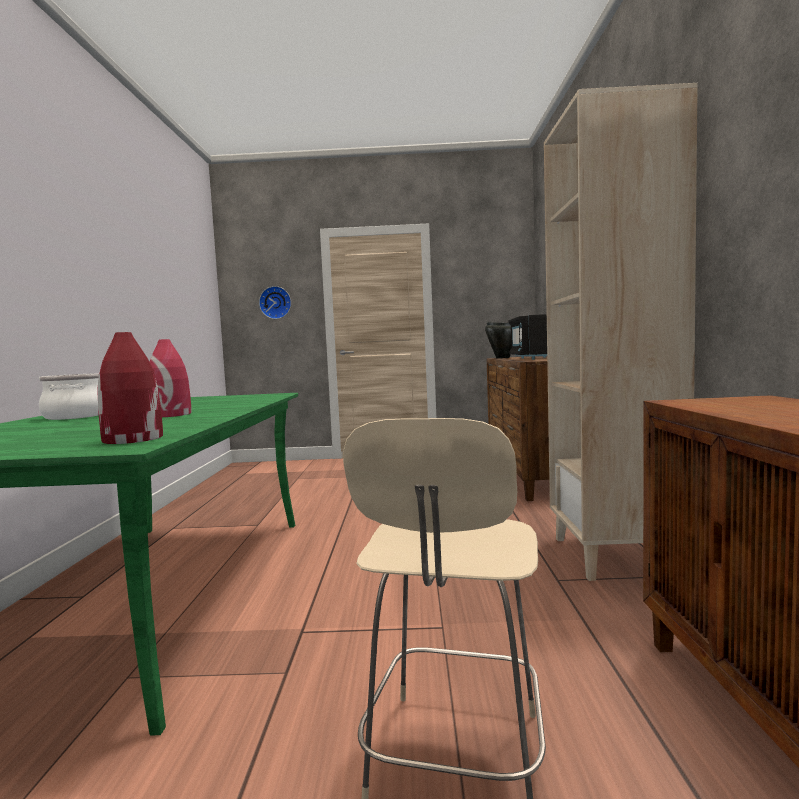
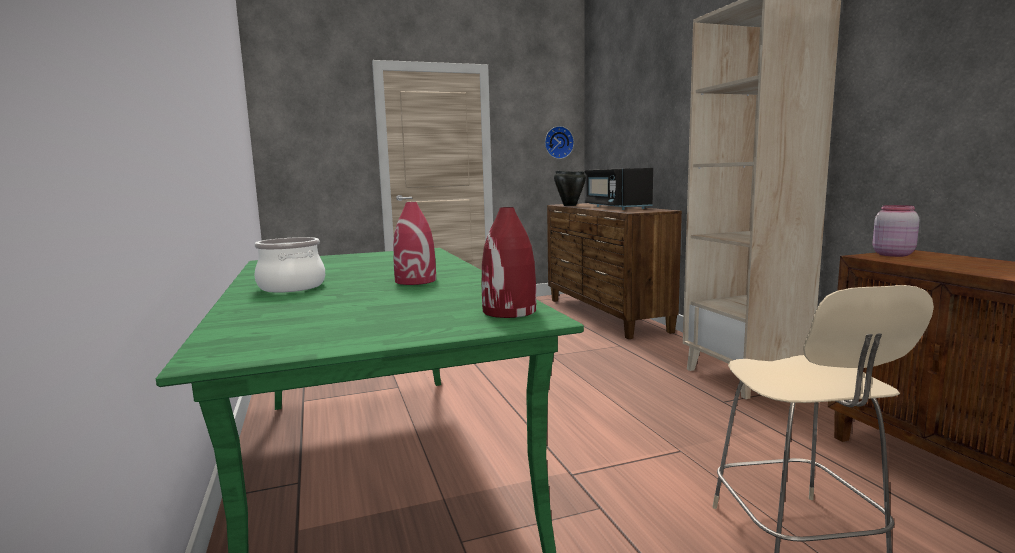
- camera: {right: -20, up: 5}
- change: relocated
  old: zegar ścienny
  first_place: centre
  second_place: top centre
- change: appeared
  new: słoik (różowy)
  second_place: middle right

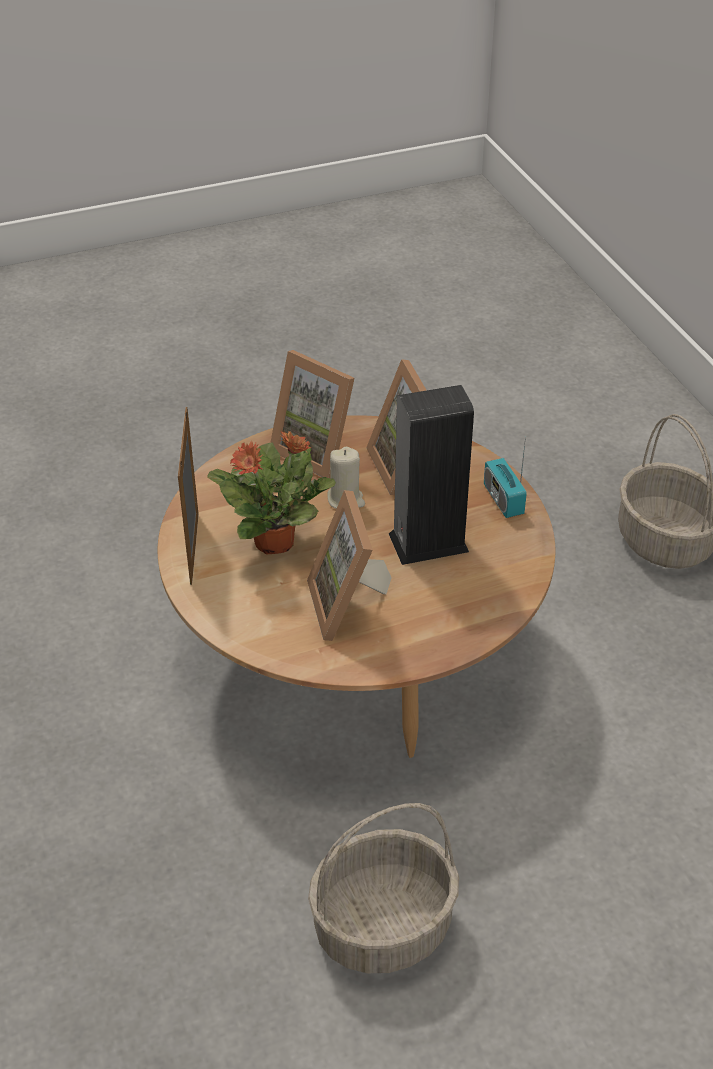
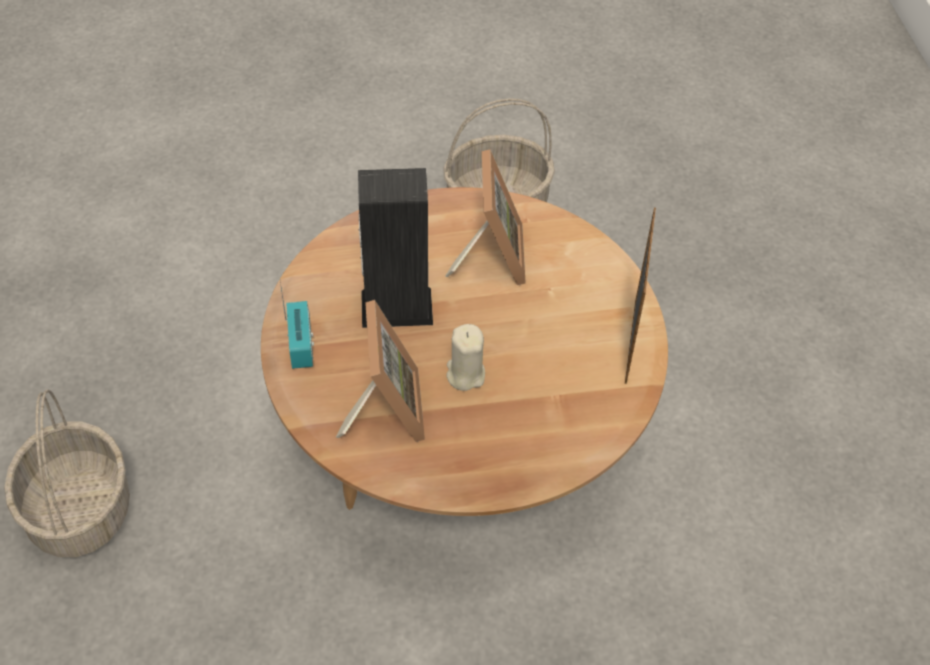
- camera: {right: -170, up: 10}
- change: missing
  old: roślina doniczkowa
  first_place: centre
- change: missing
  old: ramka na zdjęcie (no. 2 from left)
  first_place: centre

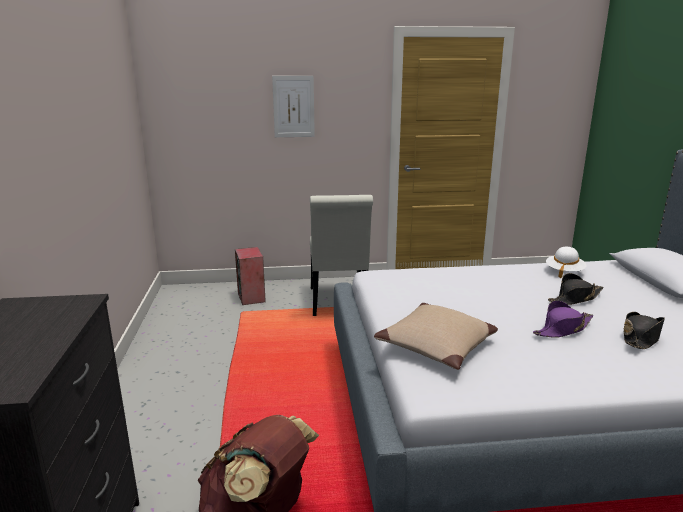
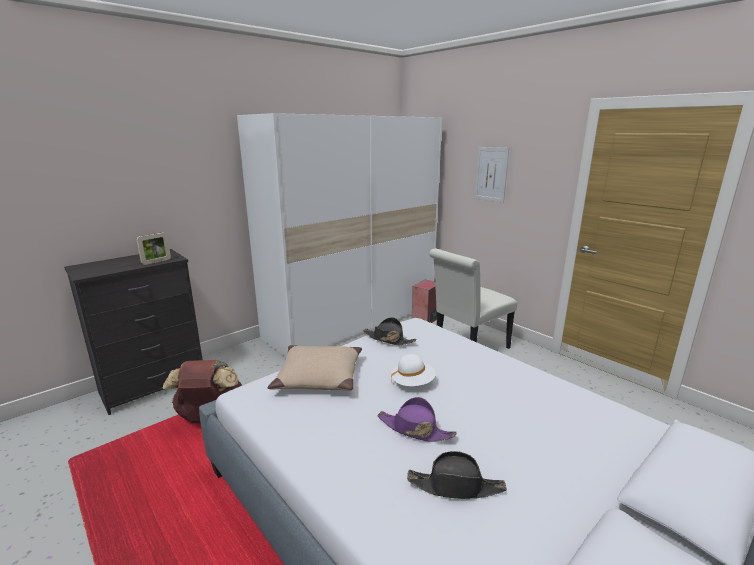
- camera: {right: 55, up: 0}
- change: appeared
  new: ramka na zdjęcie
  second_place: middle left
- change: appeared
  new: szafa (biały)
  second_place: centre
- change: relocated
  old: kapelusz (czarny) (no. 1 from left)
  first_place: middle right
  second_place: centre
- change: relocated
  old: kapelusz (biały)
  first_place: middle right
  second_place: centre

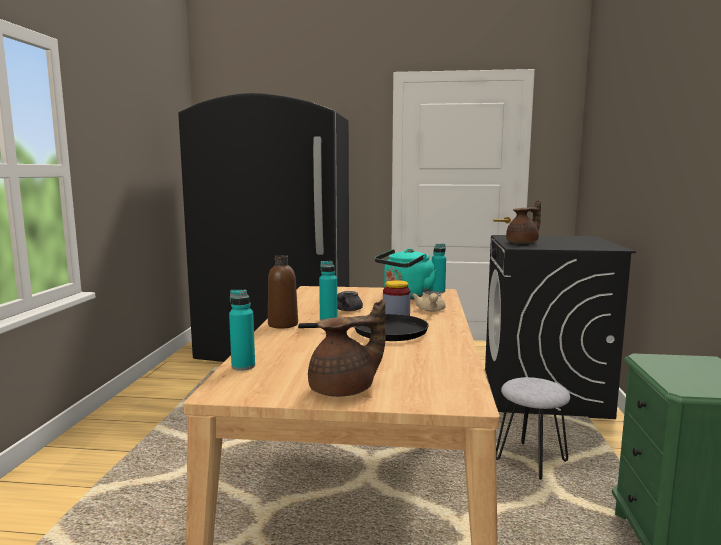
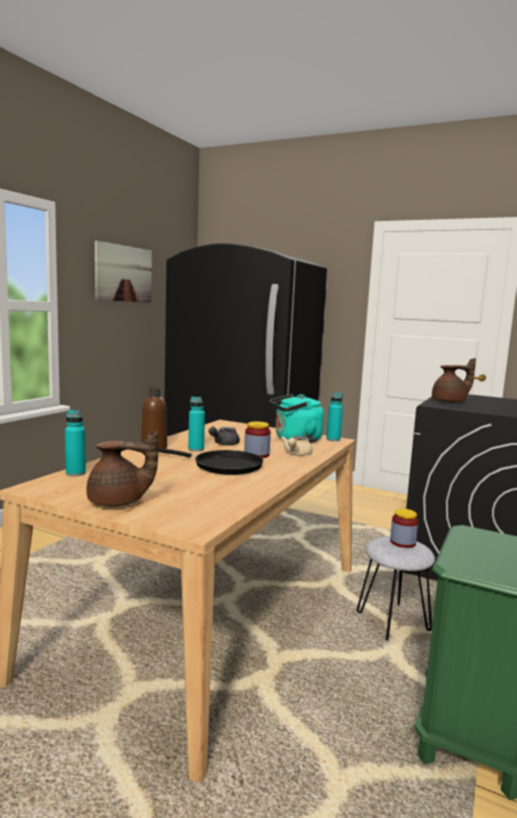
- camera: {right: 20, up: 0}
- change: appeared
  new: obraz
  second_place: top left
- change: appeared
  new: słoik (no. 2 from left)
  second_place: middle right

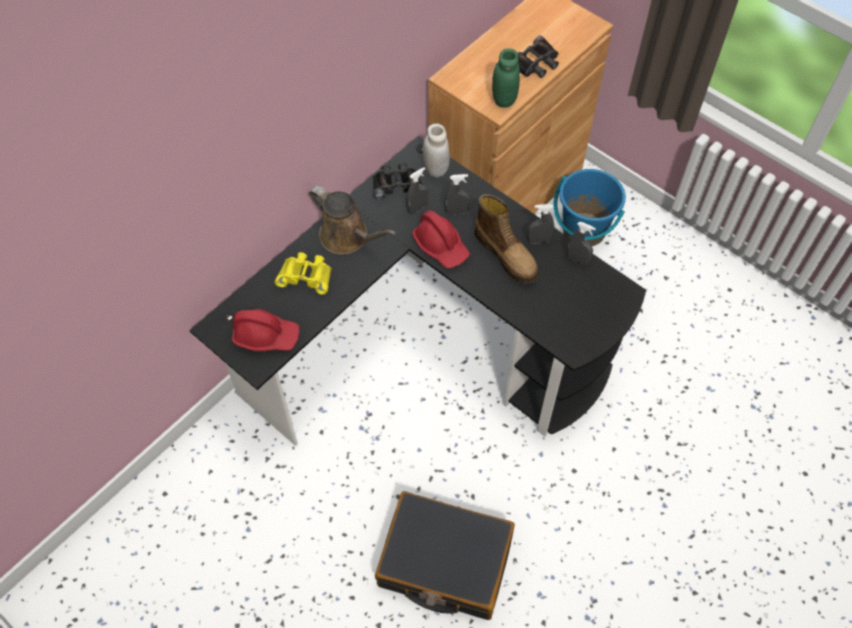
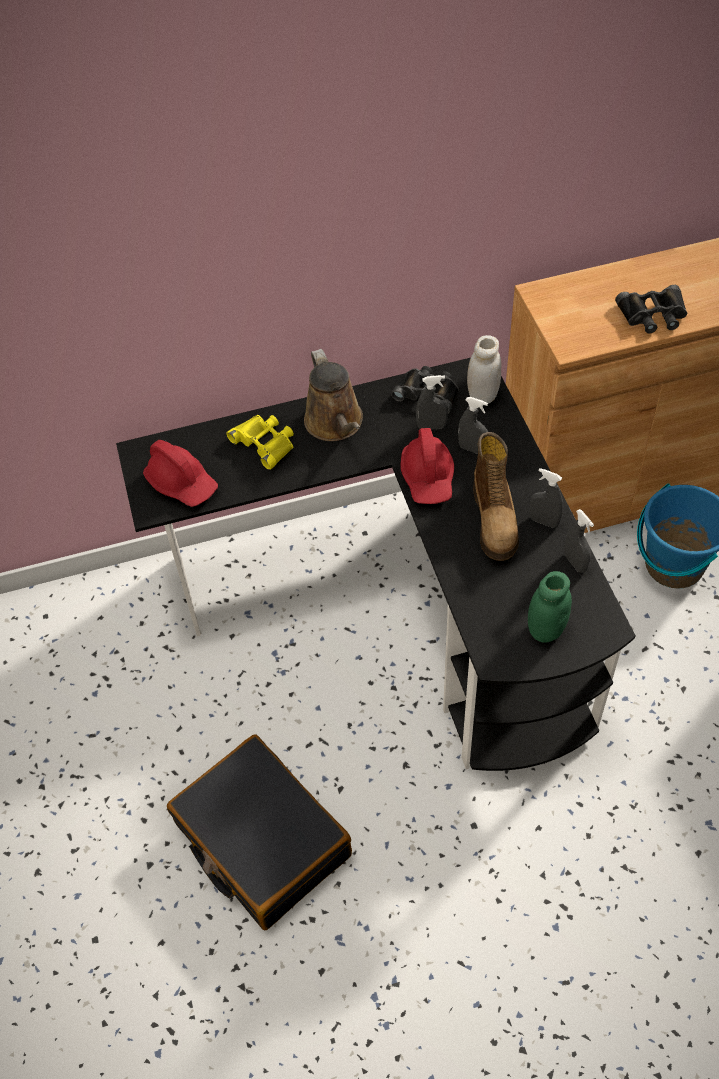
- camera: {right: 35, up: -5}
- change: relocated
  old: słoik (zielony)
  first_place: top centre
  second_place: middle right

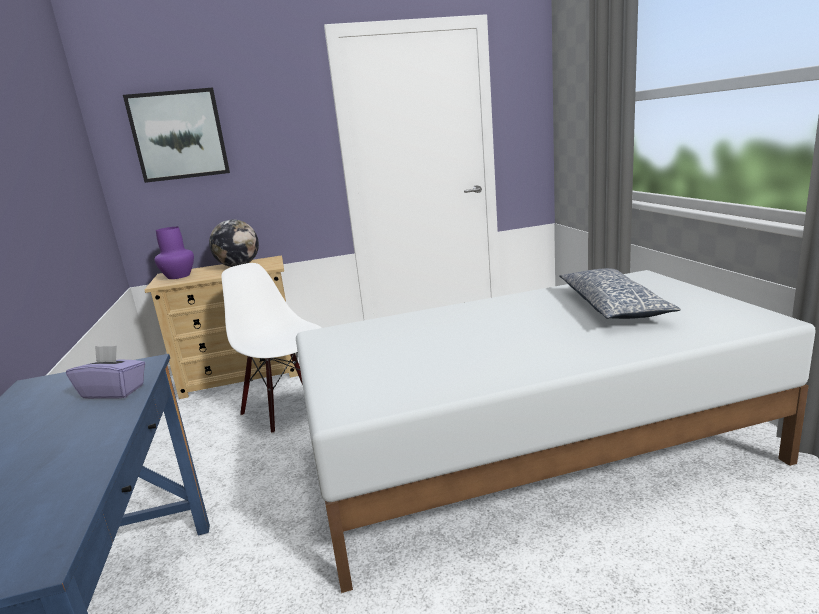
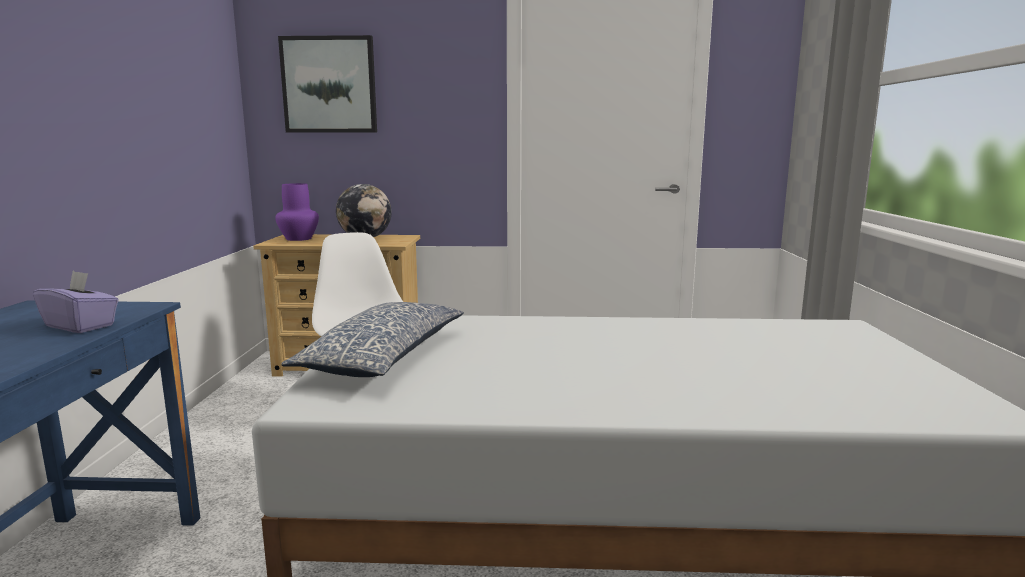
- camera: {right: 15, up: -5}
- change: relocated
  old: poduszka
  first_place: middle right
  second_place: centre

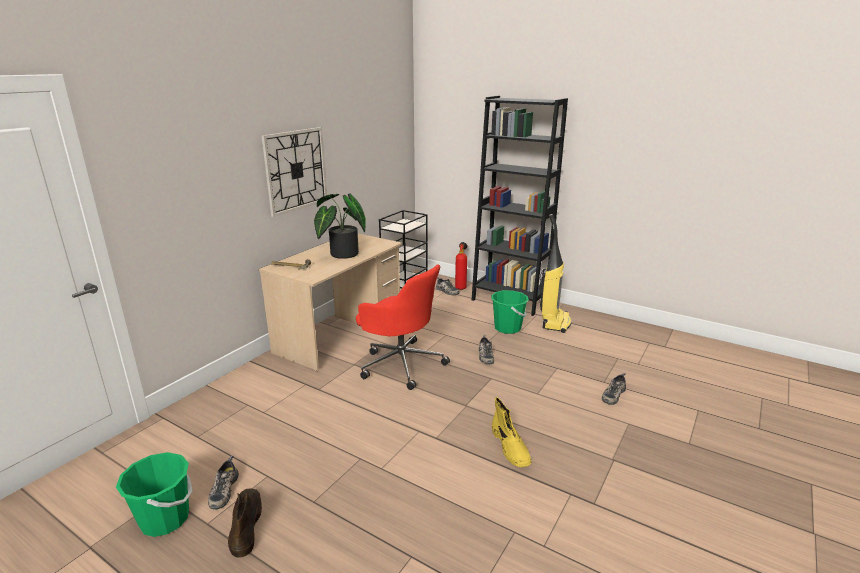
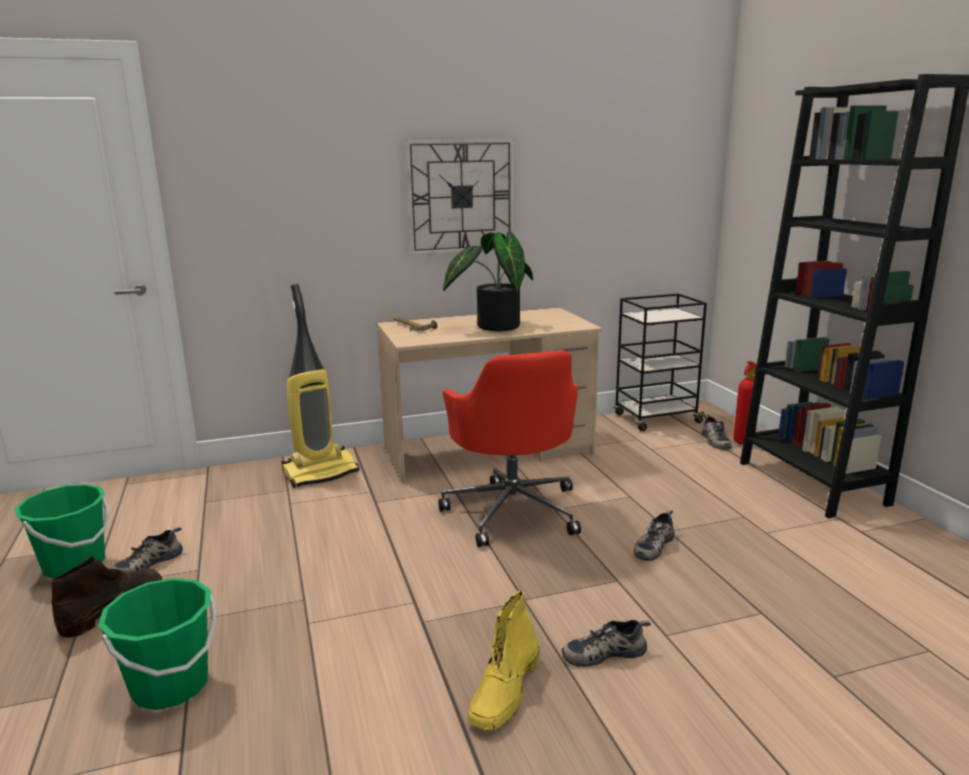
- camera: {right: 40, up: -5}
- change: relocated
  old: wiadro (zielony) (no. 2 from left)
  first_place: centre
  second_place: bottom left
- change: relocated
  old: odkurzacz
  first_place: centre
  second_place: middle left
- change: relocated
  old: but (no. 4 from left in the first image)
  new: but (no. 2 from left)
  first_place: bottom right
  second_place: bottom centre

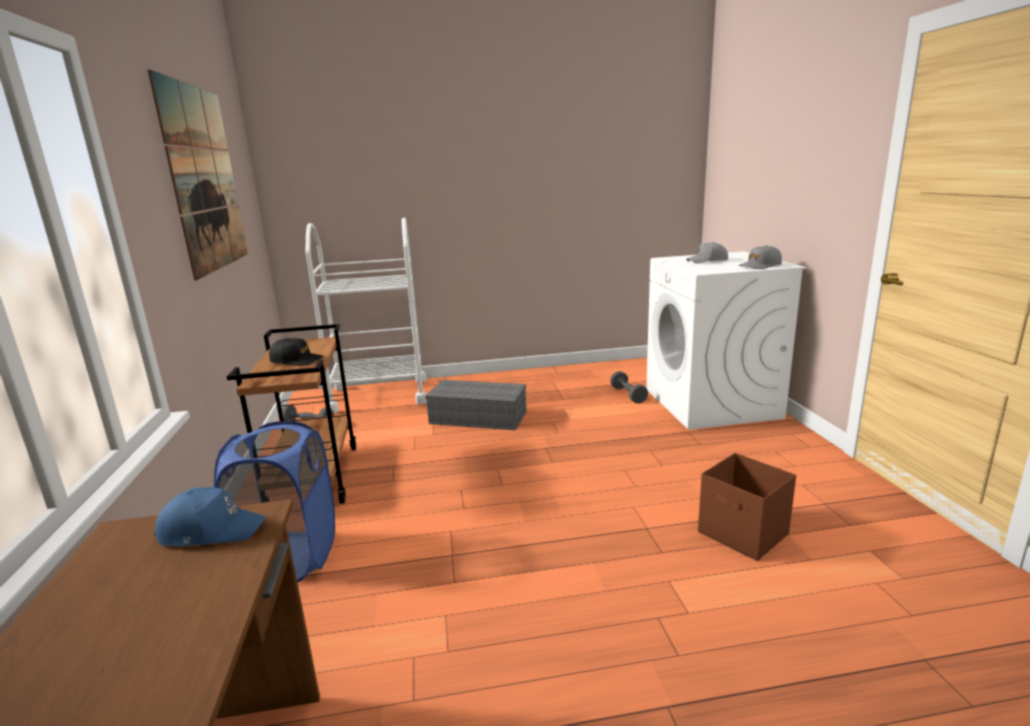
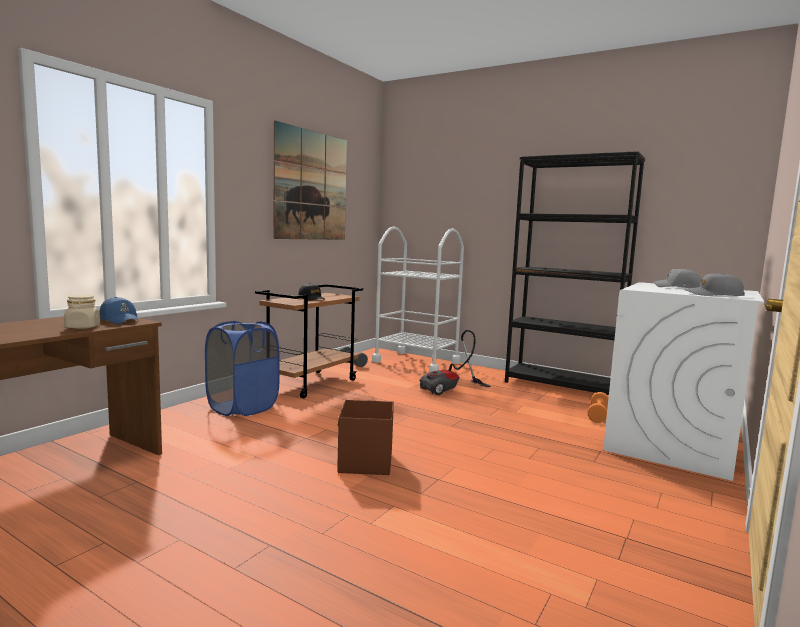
- camera: {right: 40, up: -10}
- change: appeared
  new: słoik (beżowy)
  second_place: middle left
- change: relocated
  old: pojemnik do przechowywania (brązowy)
  first_place: bottom right
  second_place: bottom centre
- change: exchanged
  old: pojemnik do przechowywania (szary)
  new: odkurzacz
  first_place: centre
  second_place: centre
- change: appeared
  new: regał (czarny)
  second_place: middle right
- change: colour
  old: hantel (szary) (no. 2 from left)
  new: hantel (pomarańczowy)
  first_place: centre
  second_place: middle right

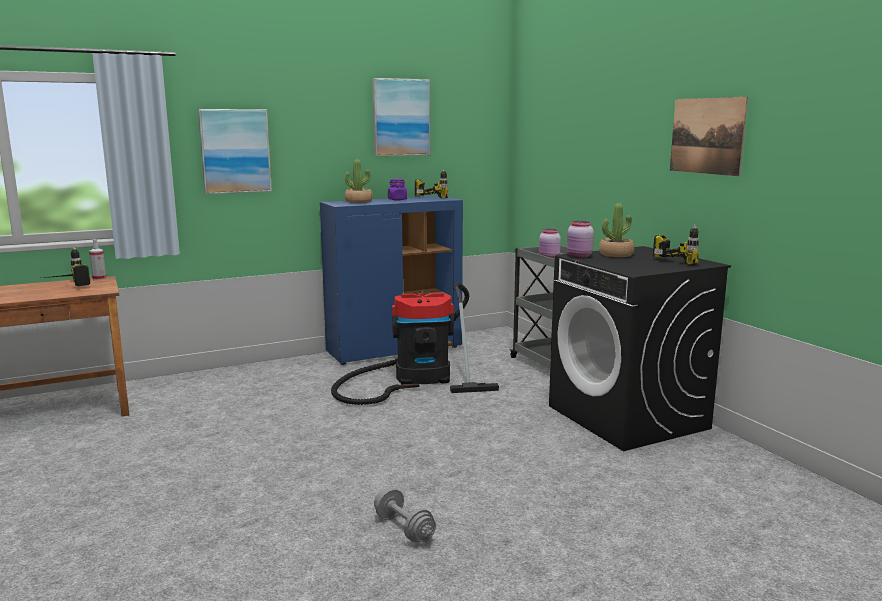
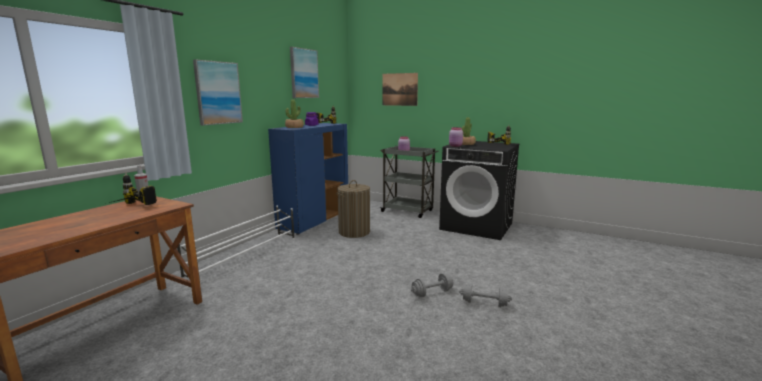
- camera: {right: -35, up: 0}
- change: appeared
  new: regał na buty (biały)
  second_place: middle left
- change: exchanged
  old: odkurzacz
  new: kosz na pranie
  first_place: centre
  second_place: centre
- change: relocated
  old: obraz (no. 3 from left)
  first_place: top right
  second_place: top centre
- change: appeared
  new: hantel (szary) (no. 1 from left)
  second_place: bottom centre

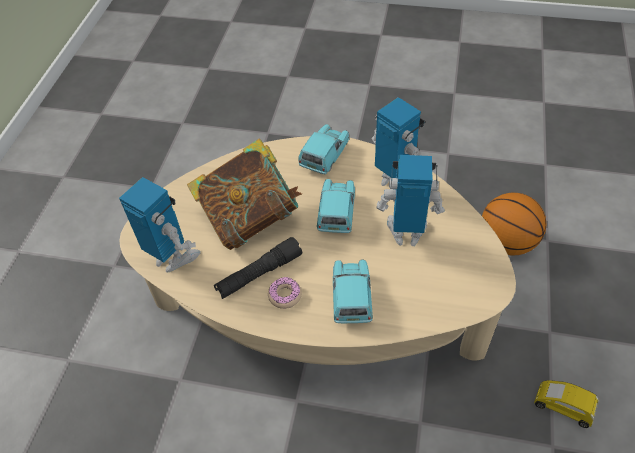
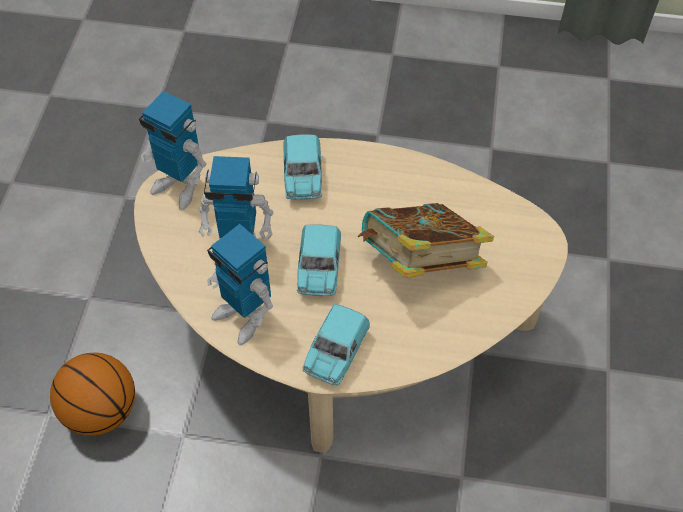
- camera: {right: 175, up: 5}
- change: relocated
  old: robot zabawkowy (no. 1 from left)
  first_place: middle left
  second_place: top left
- change: missing
  old: latarka (czarny)
  first_place: centre
- change: missing
  old: donut
  first_place: centre
- change: missing
  old: samochodzik (żółty)
  first_place: bottom right

